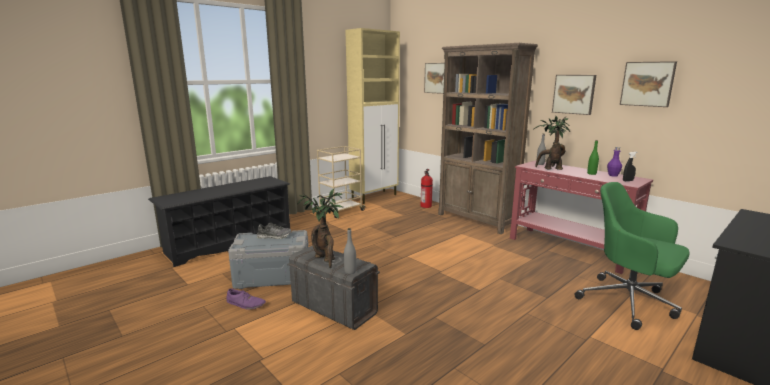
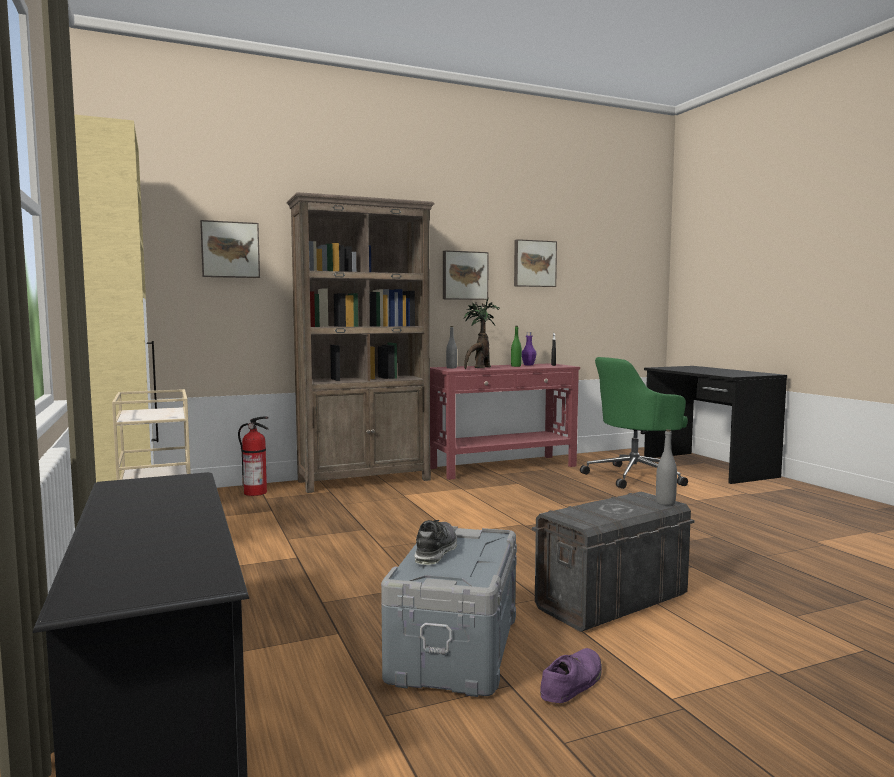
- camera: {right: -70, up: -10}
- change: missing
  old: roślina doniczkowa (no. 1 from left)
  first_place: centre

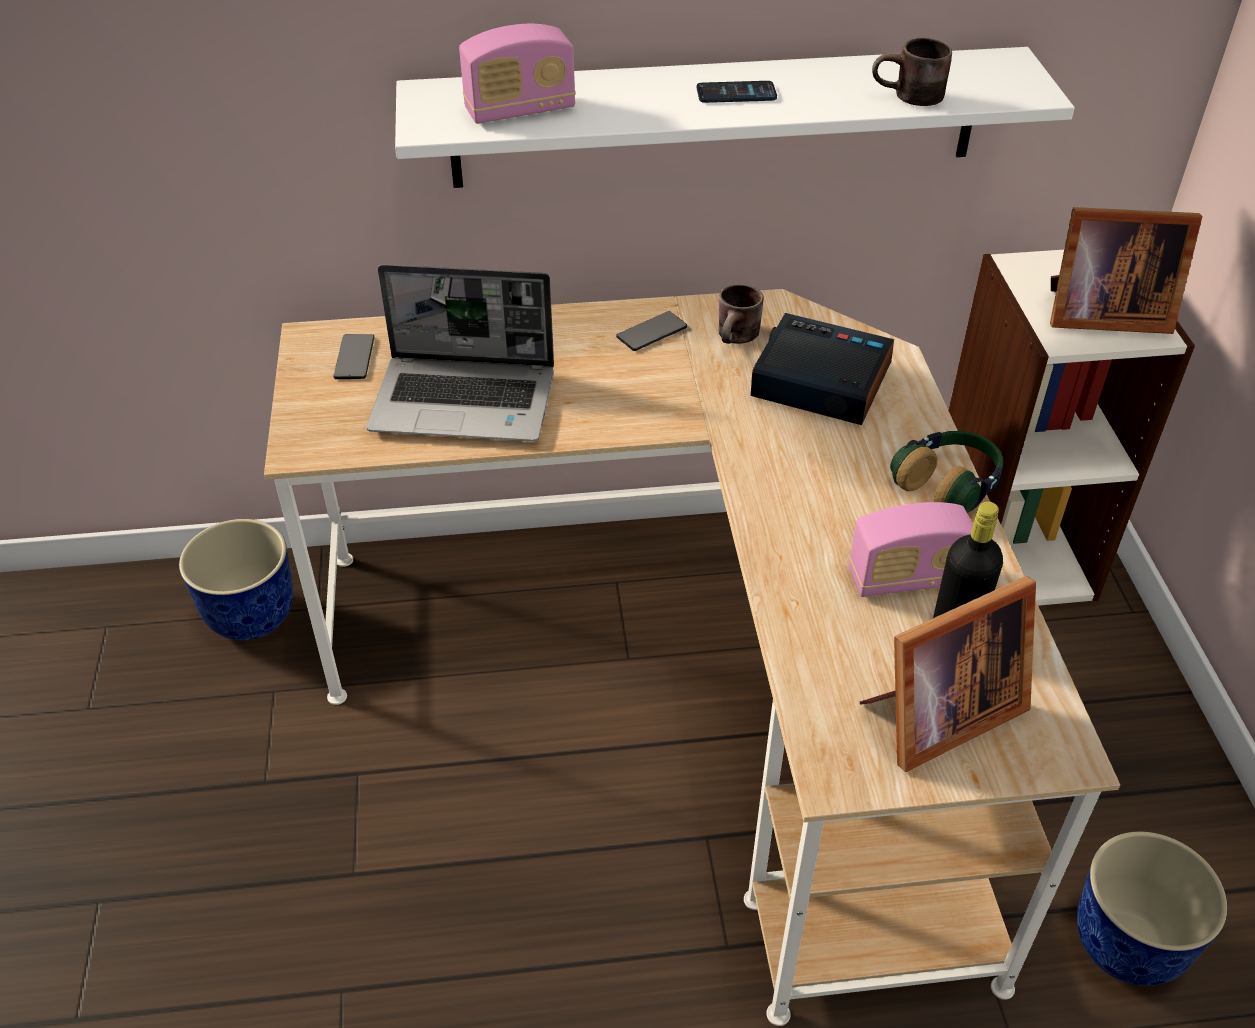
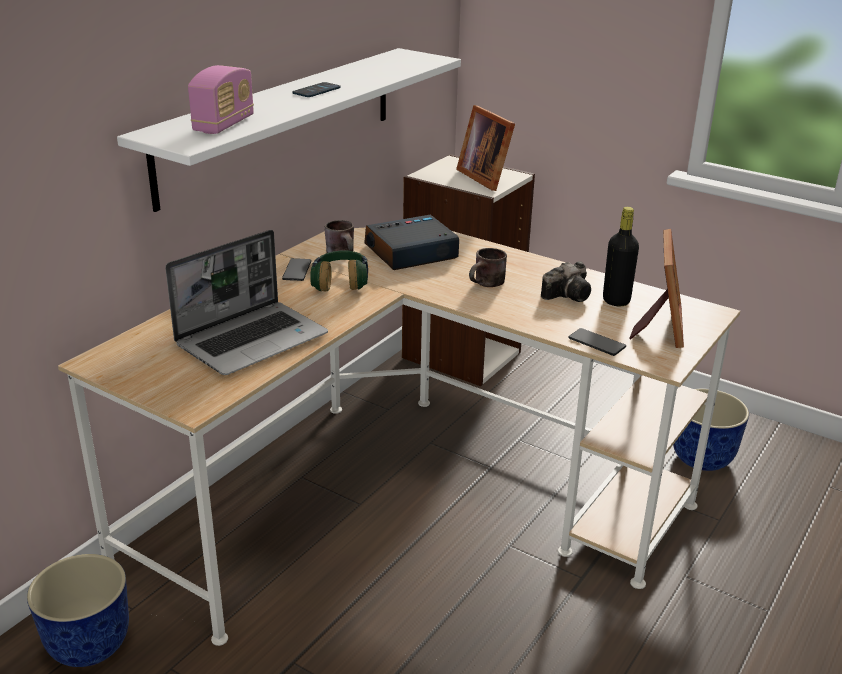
- camera: {right: -50, up: -15}
- change: relocated
  old: słuchawki
  first_place: middle right
  second_place: centre
- change: spun
  old: ramka na zdjęcie (no. 2 from left in the first image)
  first_place: top right
  second_place: top centre
  degrees: 105
- change: relocated
  old: kubek (brązowy) (no. 2 from left)
  first_place: top right
  second_place: centre
- change: exchanged
  old: radio (no. 2 from left)
  new: aparat fotograficzny
  first_place: middle right
  second_place: middle right
- change: relocated
  old: telefon (no. 1 from left in the first image)
  new: telefon (no. 3 from left)
  first_place: middle left
  second_place: middle right

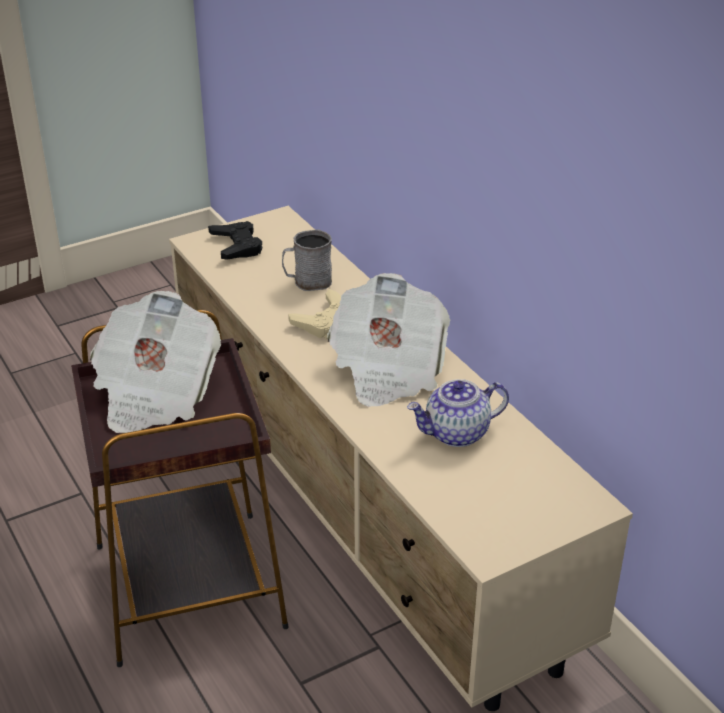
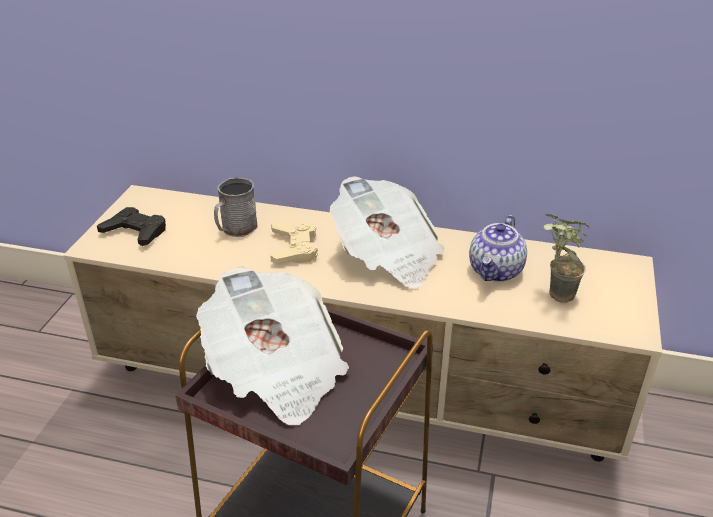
- camera: {right: -45, up: 0}
- change: appeared
  new: roślina doniczkowa
  second_place: middle right

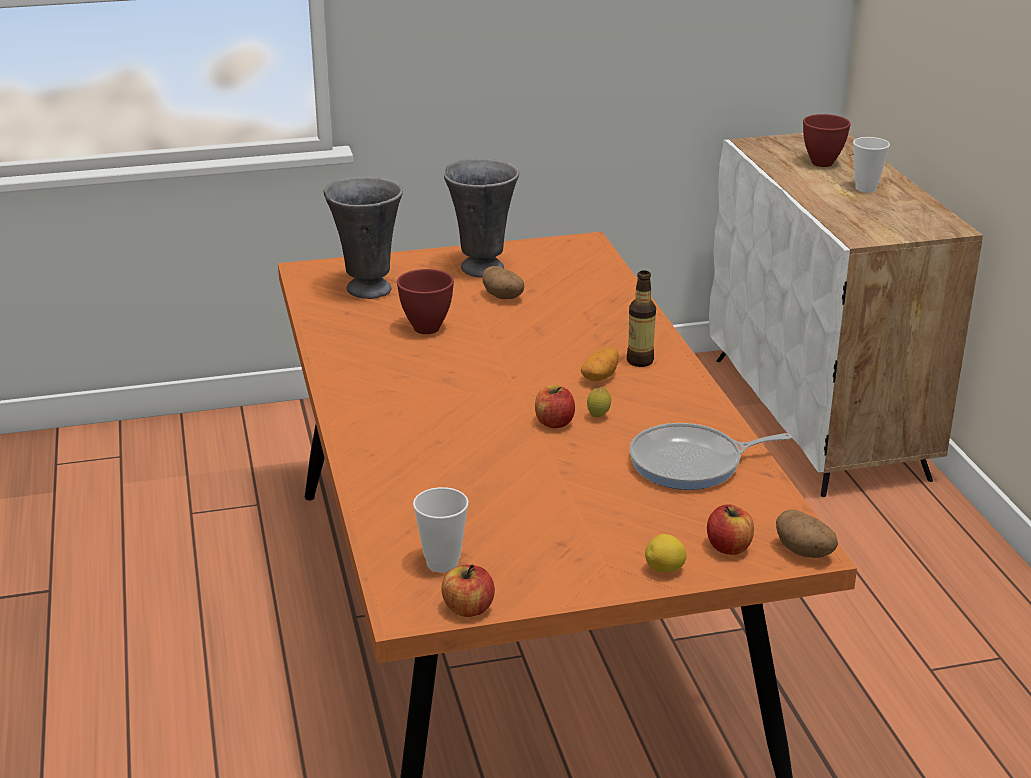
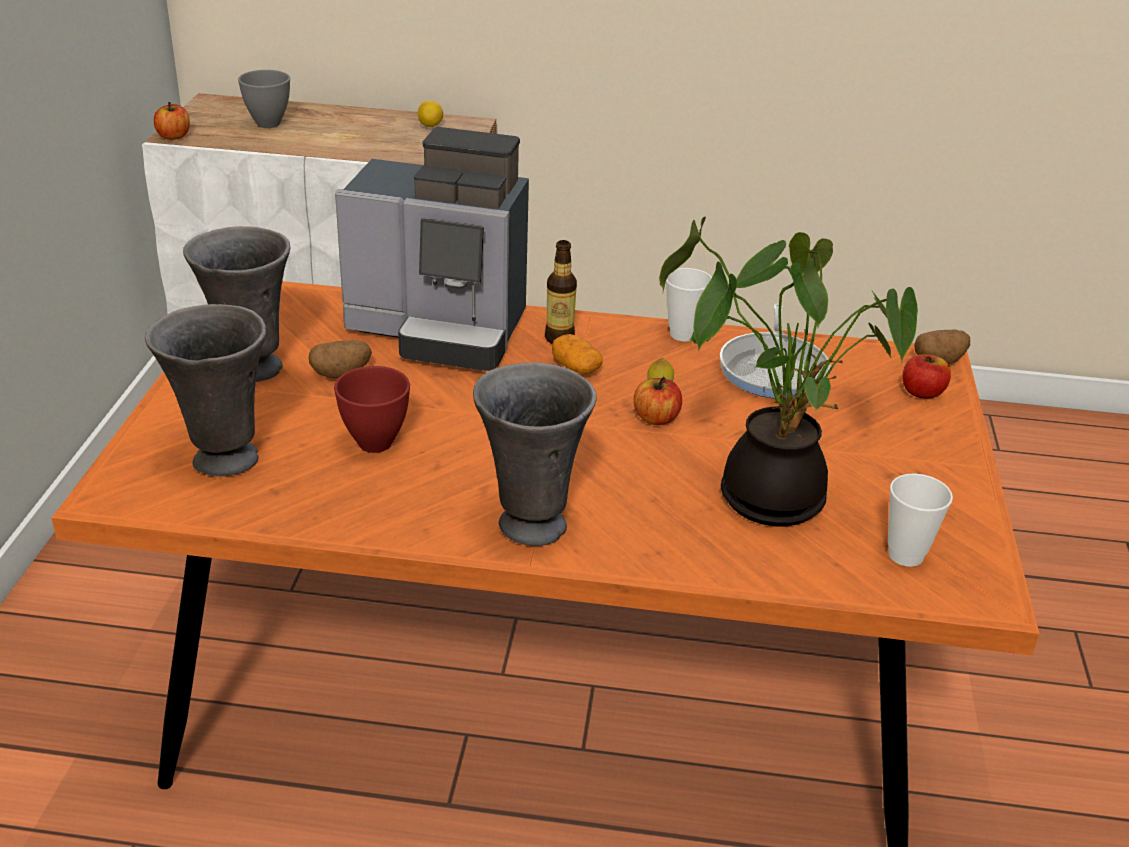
- camera: {right: -70, up: 5}
- change: relocated
  old: jabłko (no. 1 from left)
  first_place: bottom centre
  second_place: top left
- change: colour
  old: miska (czerwony) (no. 2 from left)
  new: miska (szary)
  first_place: top right
  second_place: top left
- change: appeared
  new: ekspres do kawy
  second_place: top centre
- change: relocated
  old: cytryna (no. 2 from left in the first image)
  new: cytryna (no. 1 from left)
  first_place: bottom centre
  second_place: top centre
- change: appeared
  new: wazon (szary) (no. 3 from left)
  second_place: centre
- change: appeared
  new: roślina doniczkowa
  second_place: middle right
- change: relocated
  old: filiżanka (no. 2 from left in the first image)
  new: filiżanka (no. 1 from left)
  first_place: top right
  second_place: centre

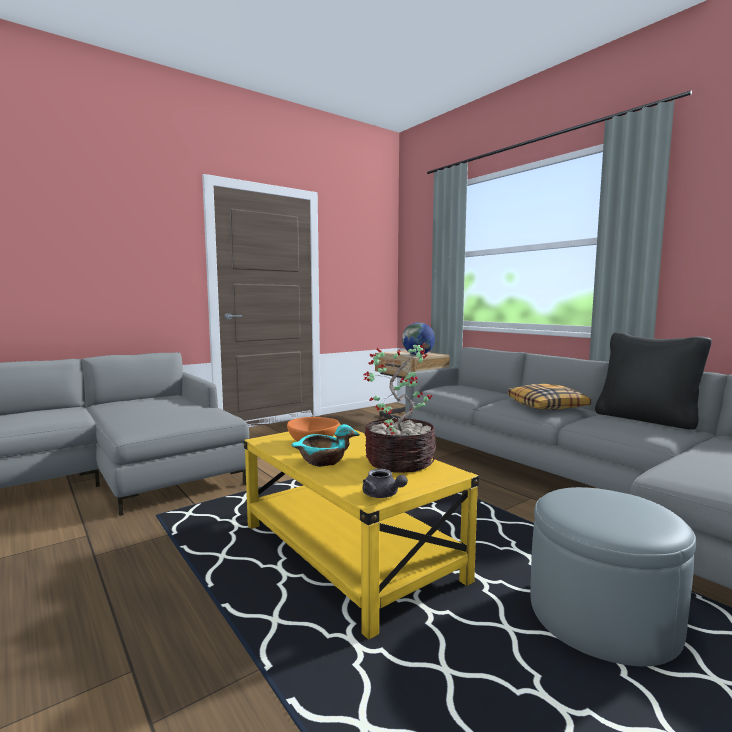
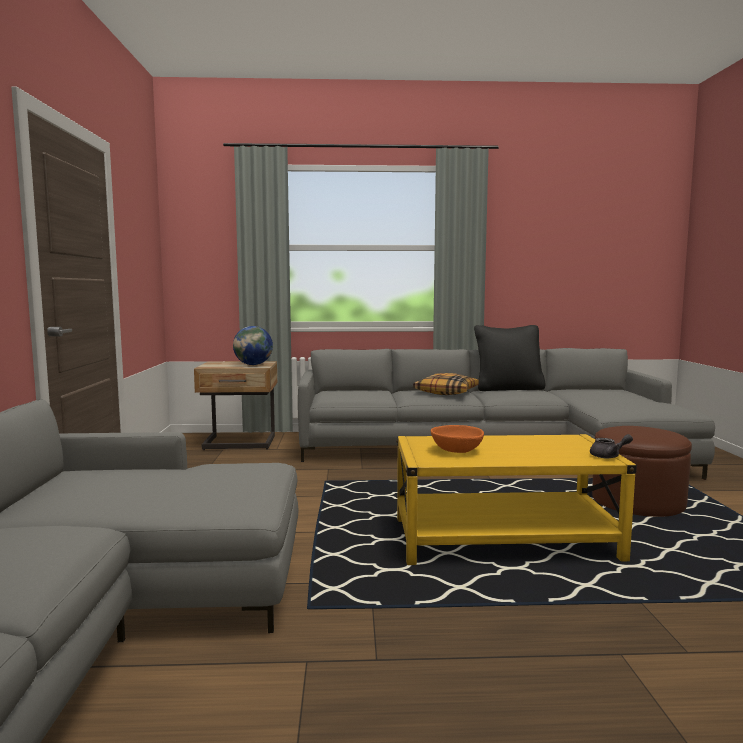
- camera: {right: -55, up: 0}
- change: colour
  old: pufa (szary)
  new: pufa (brązowy)
  first_place: bottom right
  second_place: middle right
- change: missing
  old: miska (turkusowy)
  first_place: centre
- change: missing
  old: roślina doniczkowa
  first_place: centre

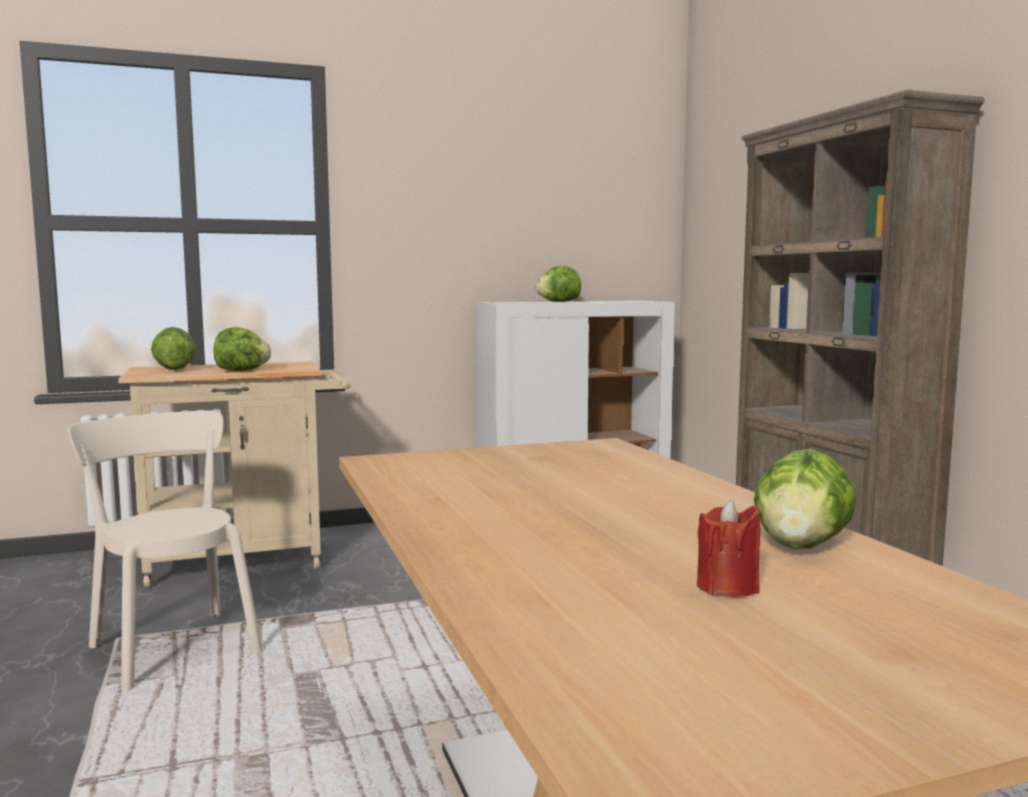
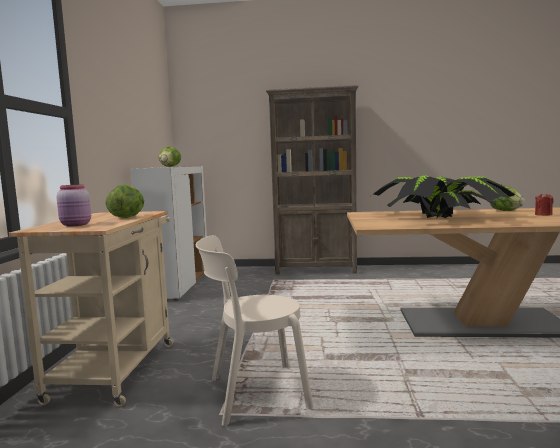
- camera: {right: -65, up: 0}
- change: exchanged
  old: sałata (no. 1 from left)
  new: słoik (różowy)
  first_place: middle left
  second_place: middle left
- change: appeared
  new: roślina doniczkowa
  second_place: middle right

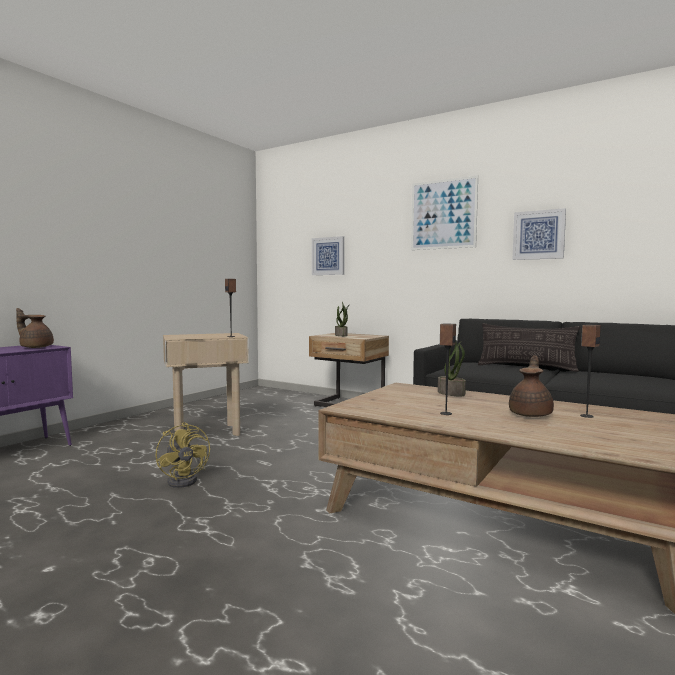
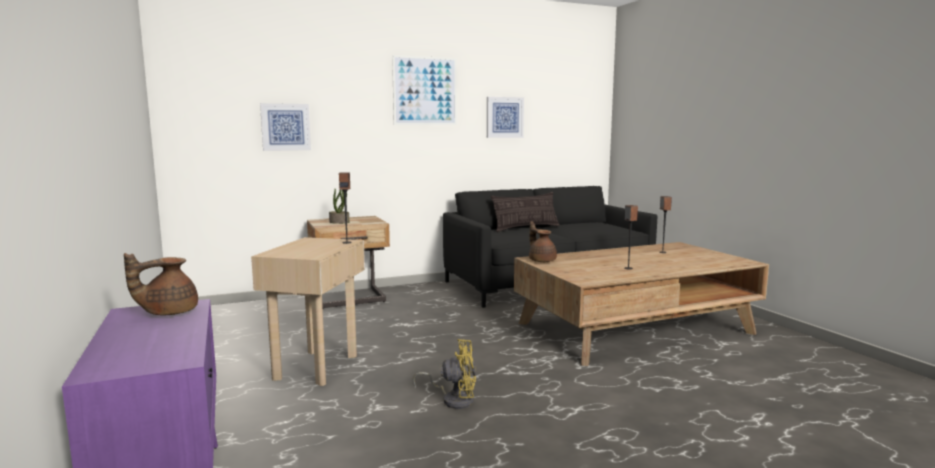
- camera: {right: -55, up: 5}
- change: relocated
  old: imbryk (brązowy) (no. 2 from left)
  first_place: middle right
  second_place: centre
- change: missing
  old: roślina doniczkowa (no. 2 from left)
  first_place: middle right

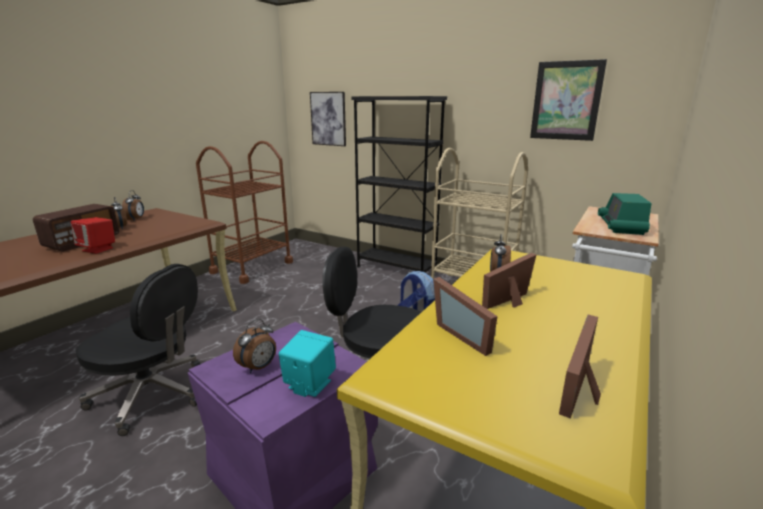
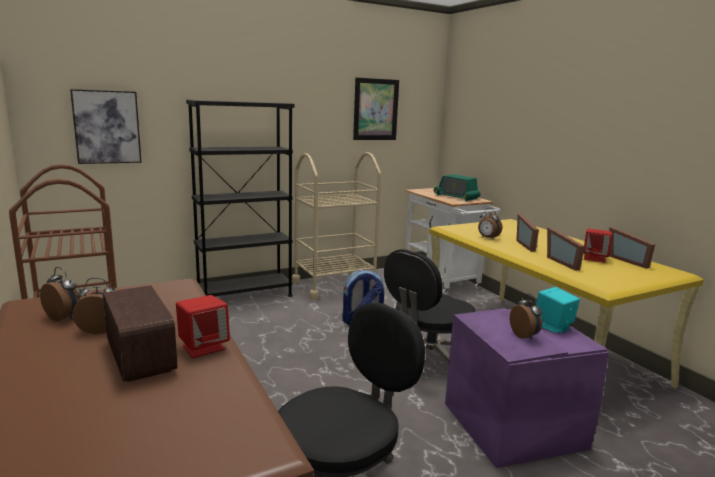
- camera: {right: -60, up: -5}
- change: spun
  old: ramka na zdjęcie (no. 1 from left in the first image)
  first_place: centre
  second_place: middle right
  degrees: 75
- change: appeared
  new: głośnik (czerwony) (no. 2 from left)
  second_place: middle right

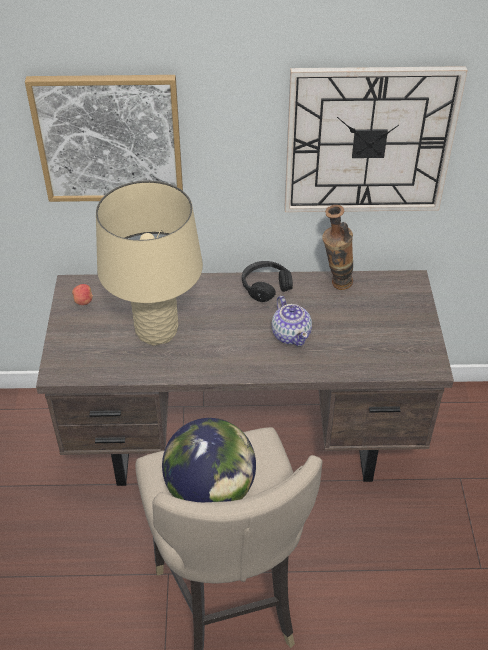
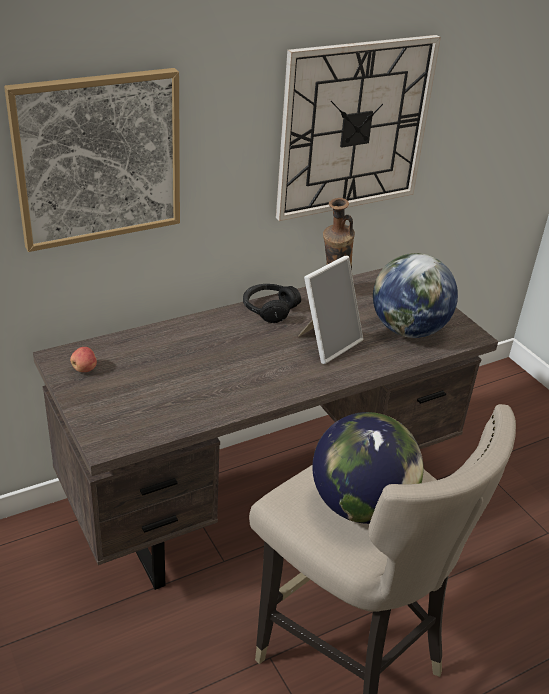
- camera: {right: -30, up: -10}
- change: exchanged
  old: imbryk
  new: ramka na zdjęcie
  first_place: centre
  second_place: centre
- change: appeared
  new: globus (no. 2 from left)
  second_place: middle right
- change: missing
  old: lampa stołowa (beżowy)
  first_place: middle left

